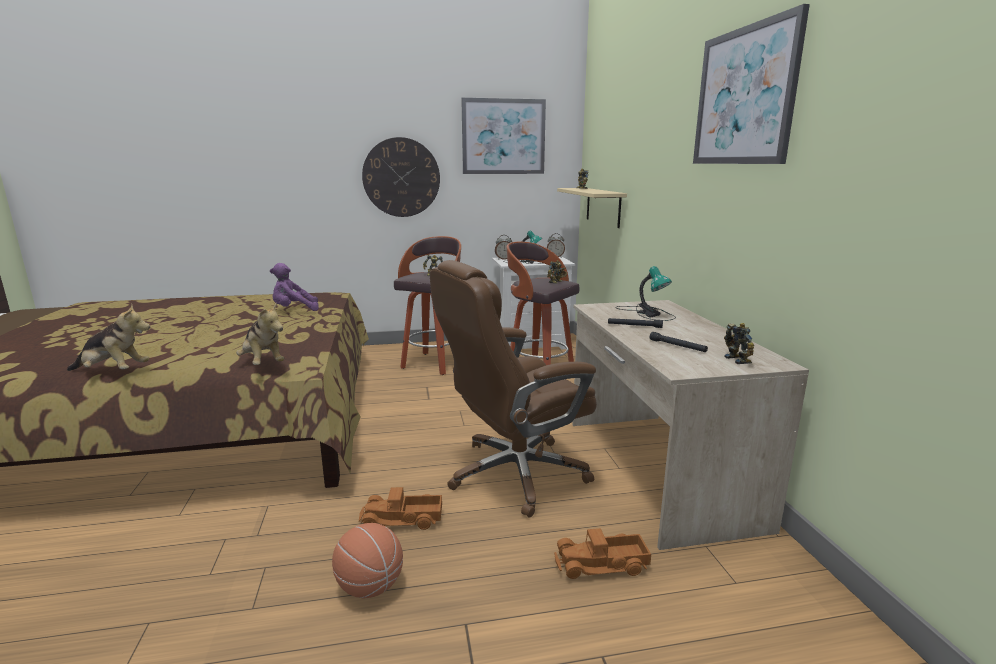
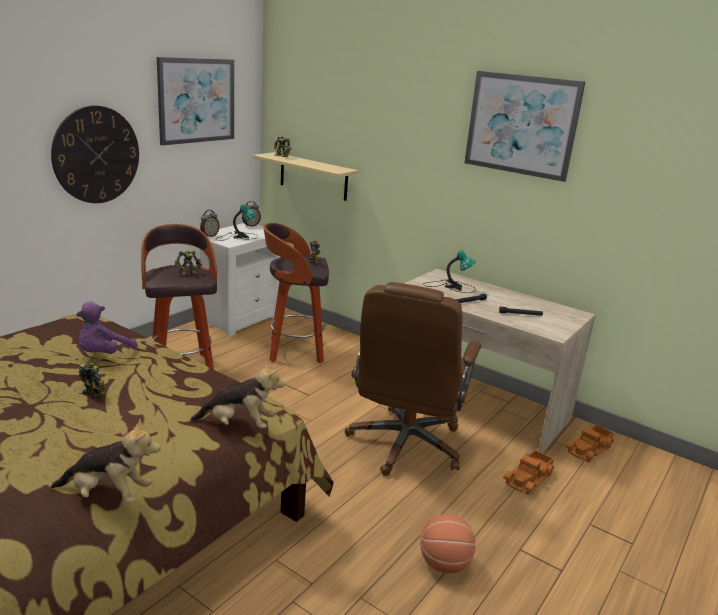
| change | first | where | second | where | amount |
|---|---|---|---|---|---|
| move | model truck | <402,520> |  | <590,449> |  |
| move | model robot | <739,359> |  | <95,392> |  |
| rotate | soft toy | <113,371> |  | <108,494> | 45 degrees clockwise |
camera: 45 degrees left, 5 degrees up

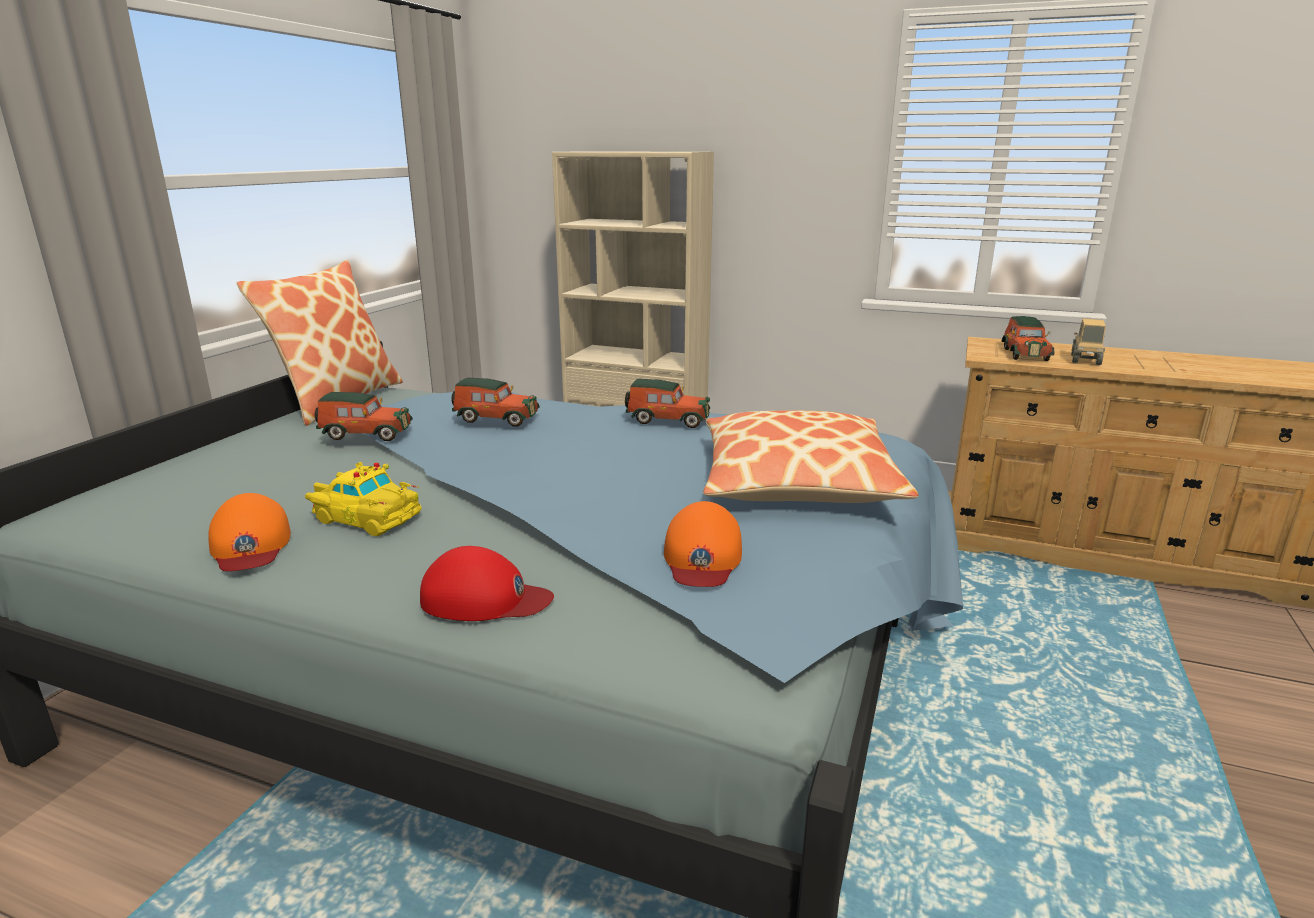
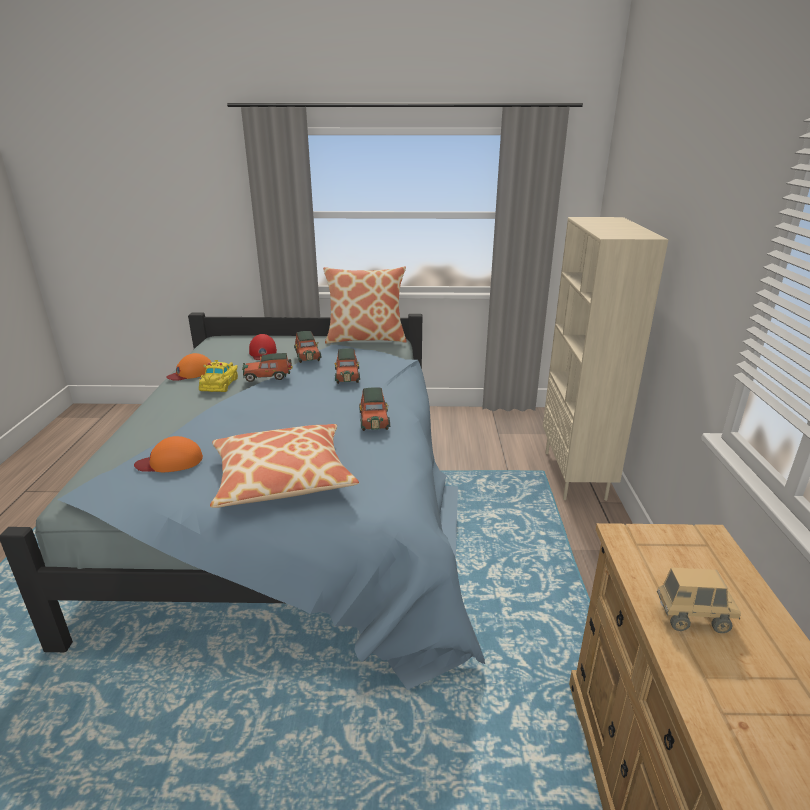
| change | first | where | second | where | amount |
|---|---|---|---|---|---|
| move | red-coloured cap | <485,599> |  | <263,352> |  |
| move | toy car | <1024,354> |  | <268,376> |  |
camera: 70 degrees right, 5 degrees up

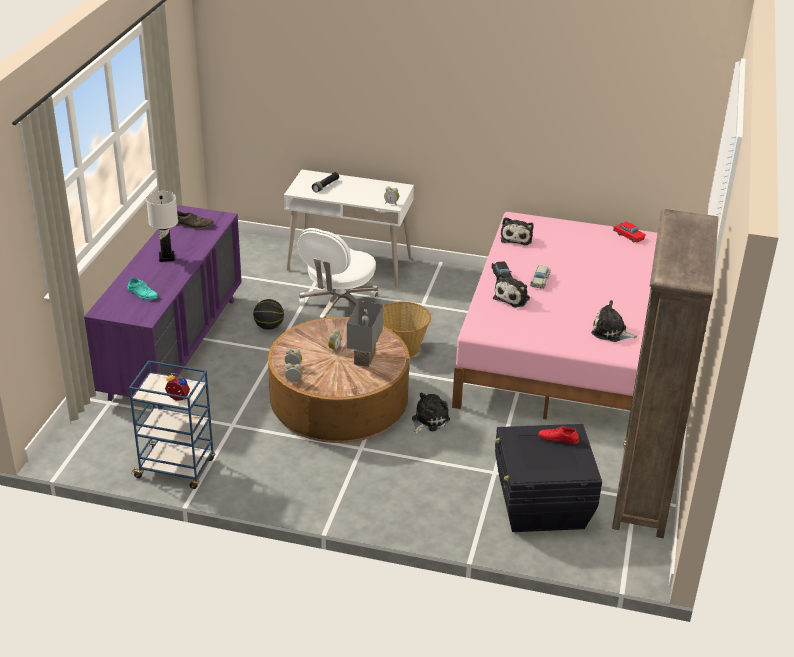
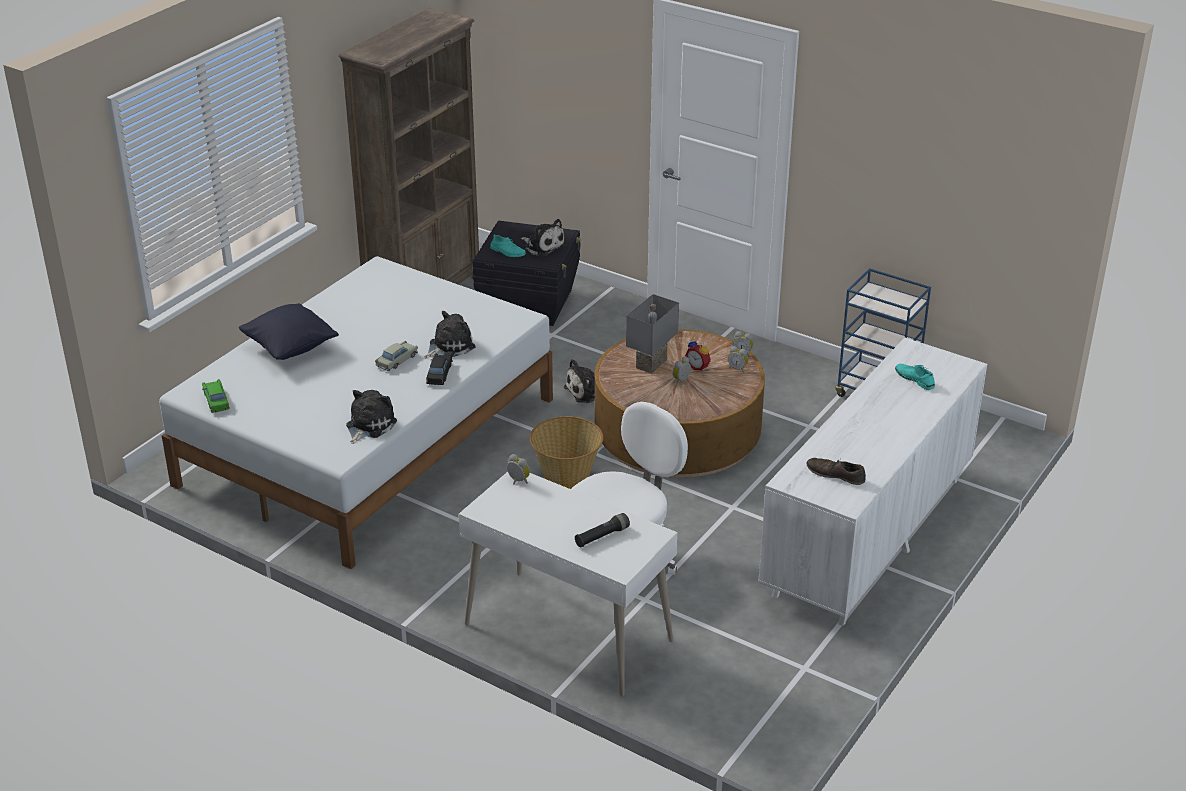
| change | first | where | second | where | amount |
|---|---|---|---|---|---|
| delete | whitish lamp for a table | <167,257> |  |  |  |
| delete | ball for basketball | <269,326> |  |  |  |
| insert |  |  | black throw pillow | <290,348> |  |
| move | table clock | <177,399> |  | <698,367> |  |
| move | soft toy | <611,332> |  | <542,246> |  |
| recolor | purple-coloured chest of drawers | <174,347> | whitish chest of drawers | <868,537> |  |
| recolor | pink-coloured sleeping bed | <563,348> | whitish sleeping bed | <367,440> |  |
| recolor | red-coloured shoe | <558,438> | turquoise-coloured shoe | <508,252> |  |
| recolor | red-coloured toy car | <628,236> | green toy car | <216,401> |  |
camera: 160 degrees left, 0 degrees up

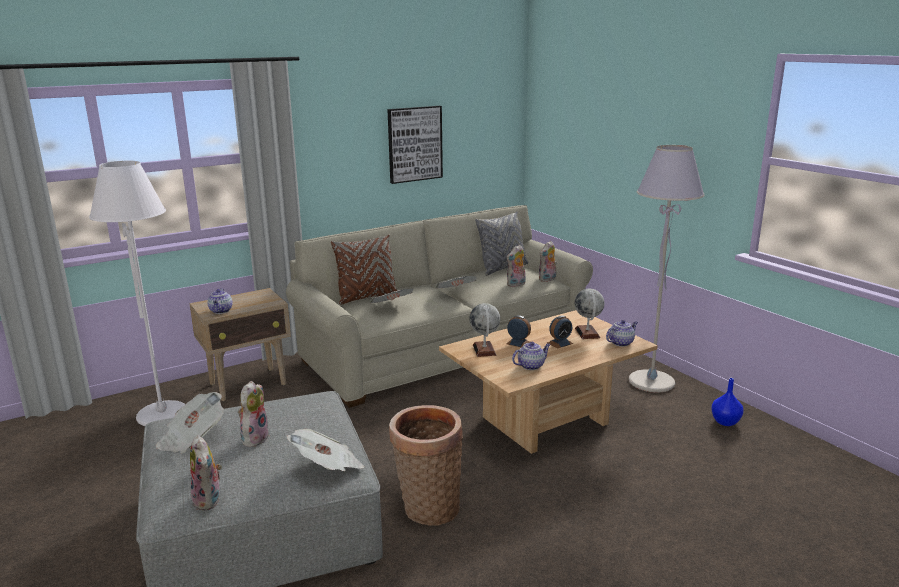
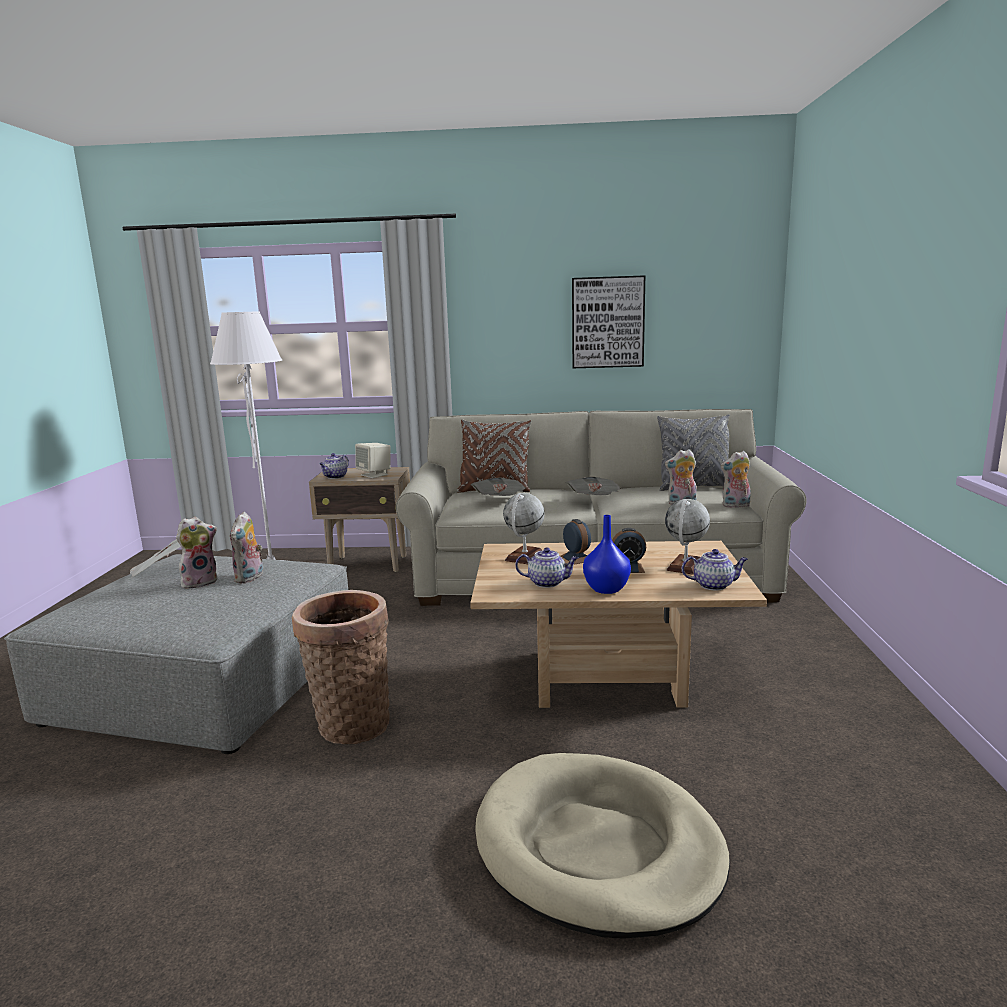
| change | first | where | second | where | amount |
|---|---|---|---|---|---|
| delete | daily paper | <328,467> |  |  |  |
| delete | grey standing lamp | <651,382> |  |  |  |
| insert |  |  | beige-coloured audio speaker | <374,475> |  |
| insert |  |  | beige-coloured pet bed | <597,848> |  |
| move | soft toy | <209,500> |  | <250,578> |  |
| move | bluish vase | <724,422> |  | <606,589> |  |
camera: 35 degrees right, 5 degrees down

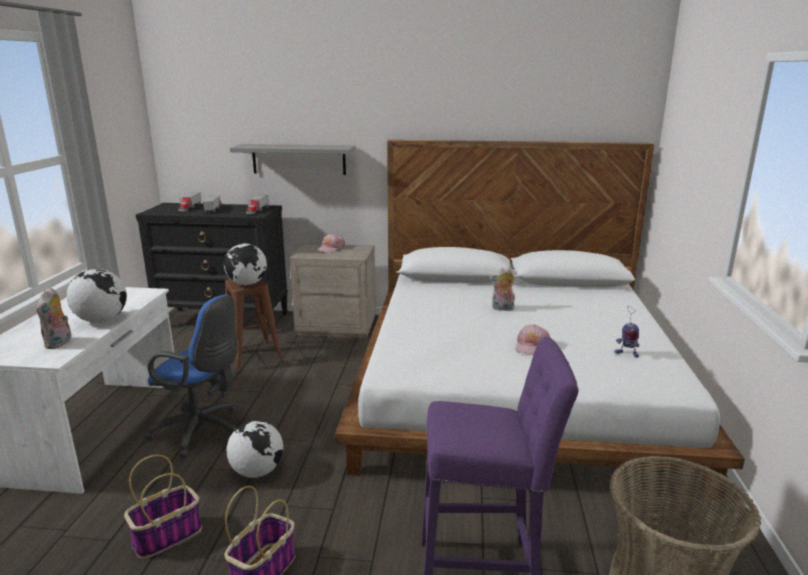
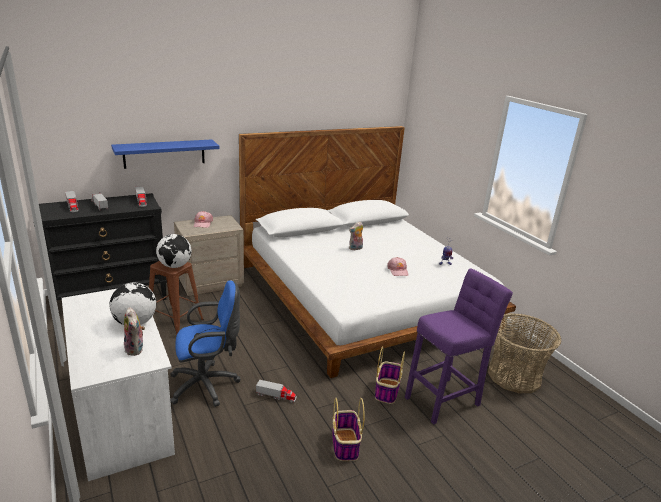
| change | first | where | second | where | amount |
|---|---|---|---|---|---|
| move | household basket | <168,535> |  | <387,390> |  |
| replace | globe | <257,471> | model truck | <276,396> |  |
| recolor | grey bracket shelf | <298,159> | bluish bracket shelf | <164,153> |  |
camera: 35 degrees left, 5 degrees up

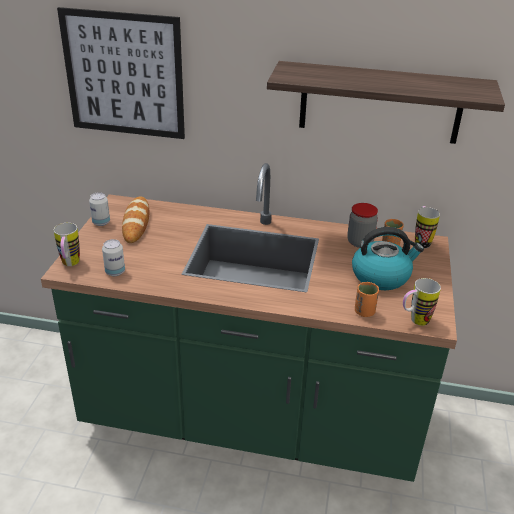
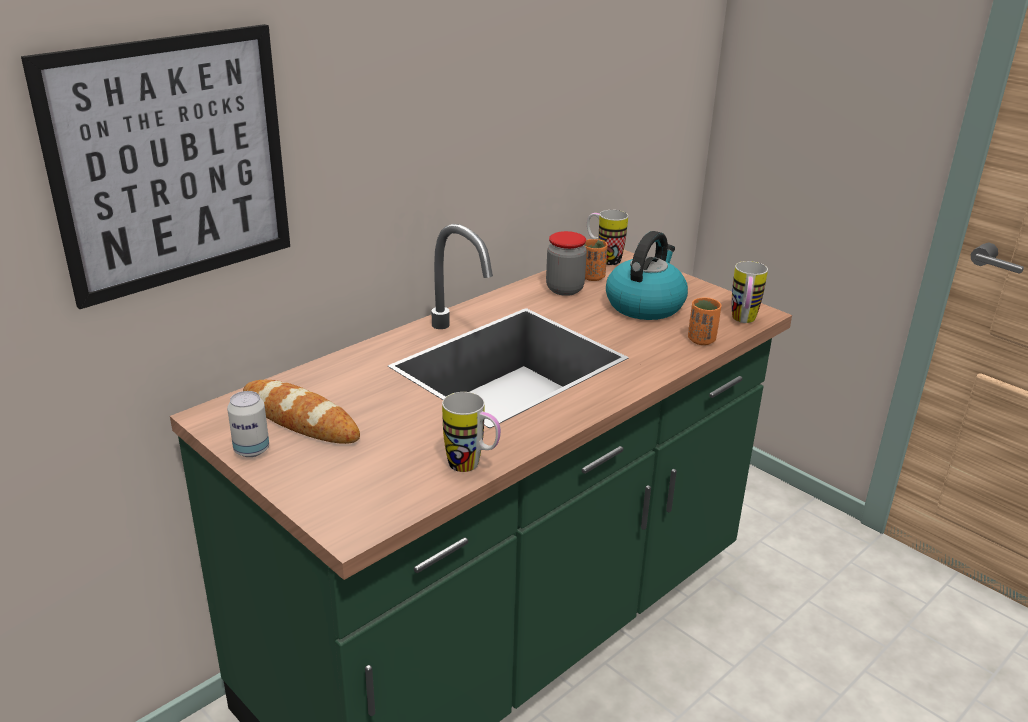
| change | first | where | second | where | amount |
|---|---|---|---|---|---|
| delete | sealed can | <115,272> |  |  |  |
| delete | bracket shelf | <380,103> |  |  |  |
| move | tea mug | <70,265> |  | <472,466> |  |
camera: 55 degrees left, 5 degrees down

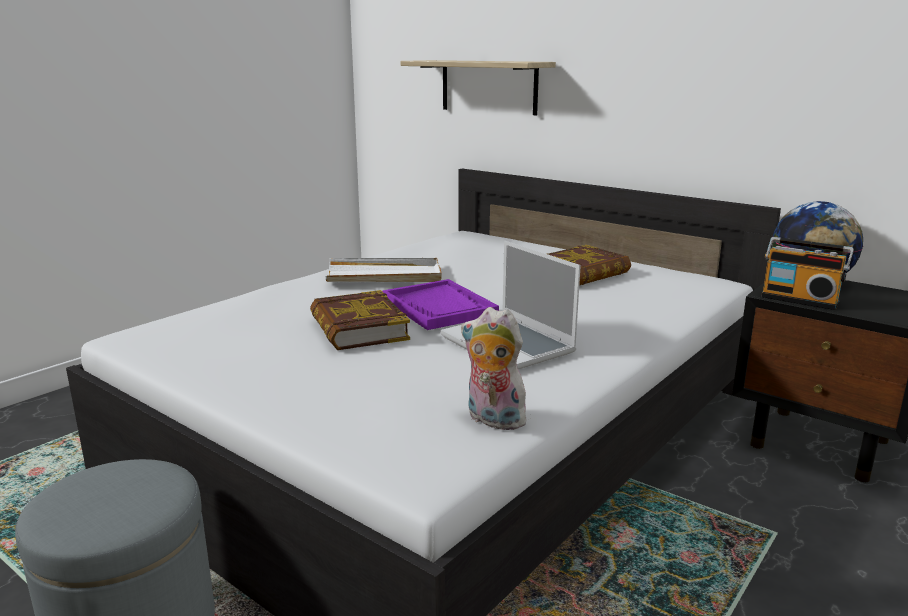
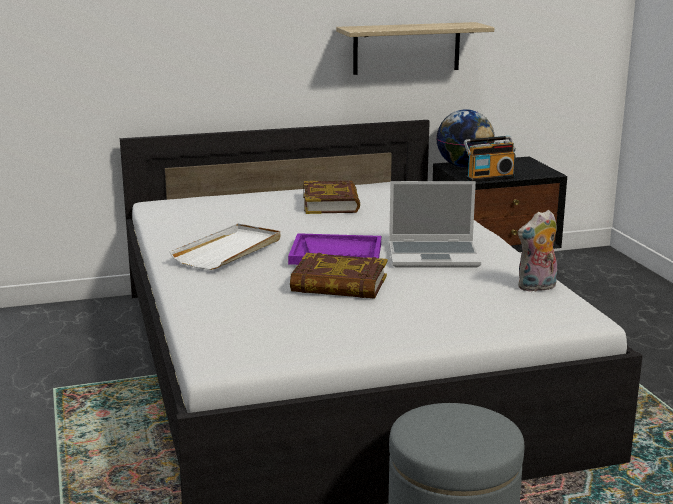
| change | first | where | second | where | amount |
|---|---|---|---|---|---|
| move | bracket shelf | <488,86> |  | <406,48> |  |
camera: 55 degrees left, 0 degrees up

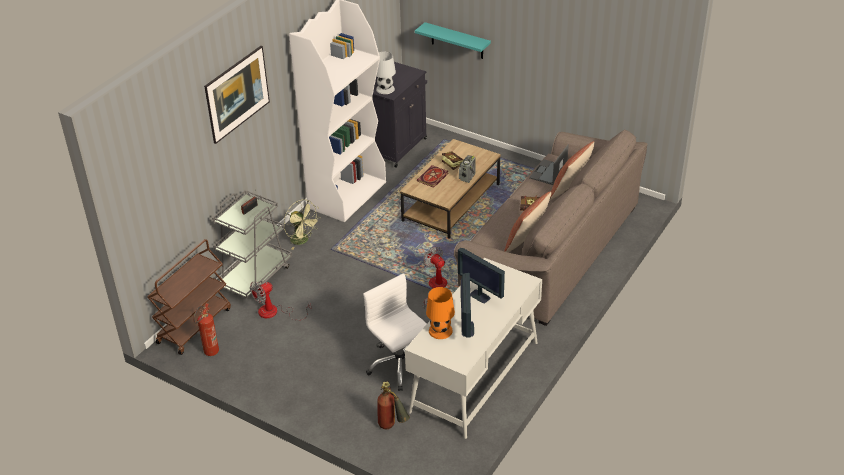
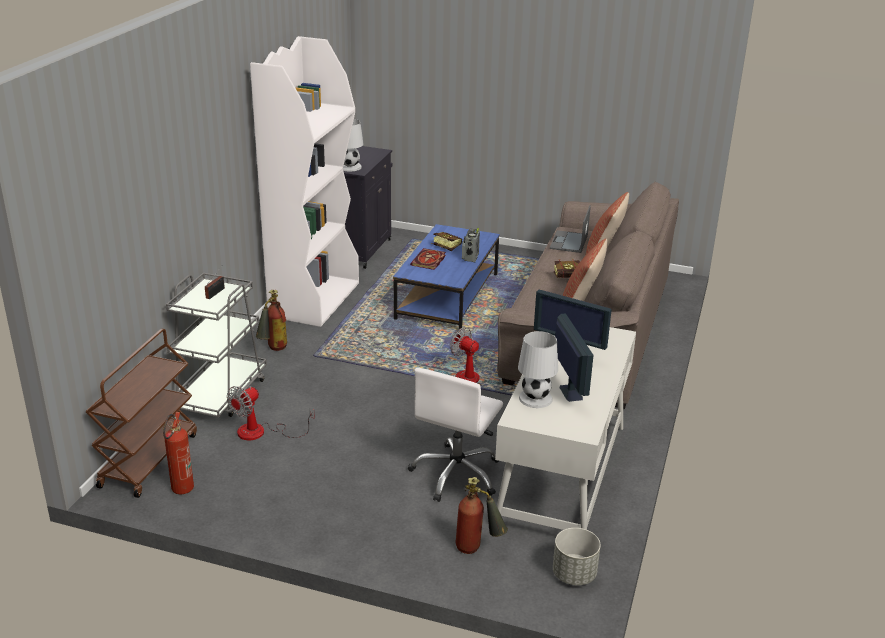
| change | first | where | second | where | amount |
|---|---|---|---|---|---|
| delete | wall picture | <239,108> |  |  |  |
| delete | turquoise-coloured bracket shelf | <457,41> |  |  |  |
| insert |  |  | grey plant pot | <574,574> |  |
| replace | green electric fan | <303,240> | fire extinguisher | <273,350> |  |
| recolor | brownish coffee table | <451,203> | bluish coffee table | <447,297> |  |
| recolor | orange lamp for a table | <440,330> | whitish lamp for a table | <535,398> |  |
| rotate | whitish desk chair | <400,365> |  | <457,474> | 105 degrees counterclockwise |
camera: 15 degrees left, 10 degrees down

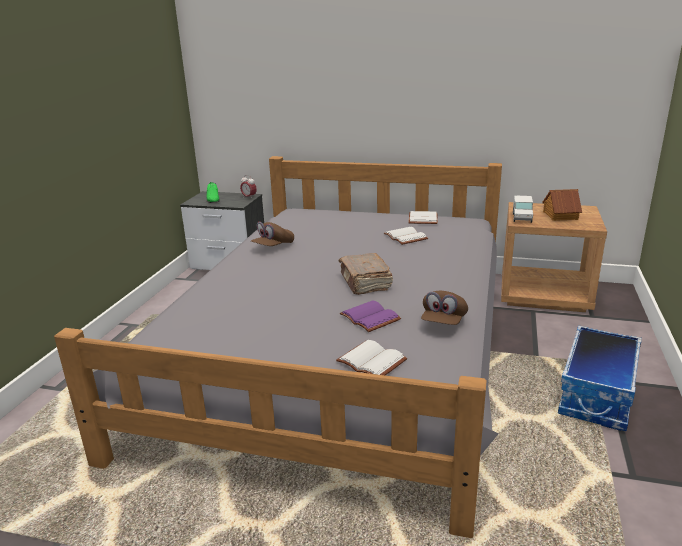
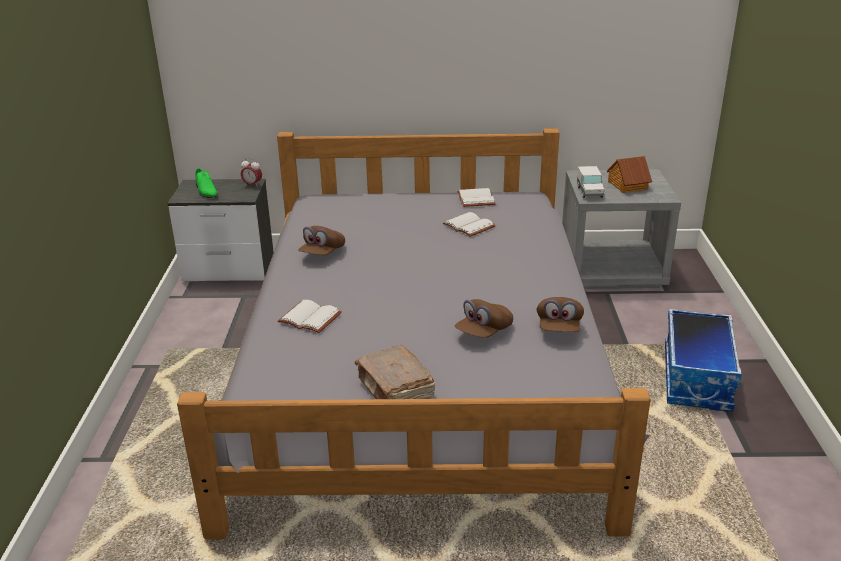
| change | first | where | second | where | amount |
|---|---|---|---|---|---|
| move | whitish book | <369,362> |  | <308,319> |  |
| move | brownish book | <365,283> |  | <395,390> |  |
| replace | purple-coloured book | <371,317> | brownish cap | <483,332> |  |
| recolor | brownish nightstand | <544,294> | grey nightstand | <612,271> |  |
camera: 15 degrees left, 5 degrees up

